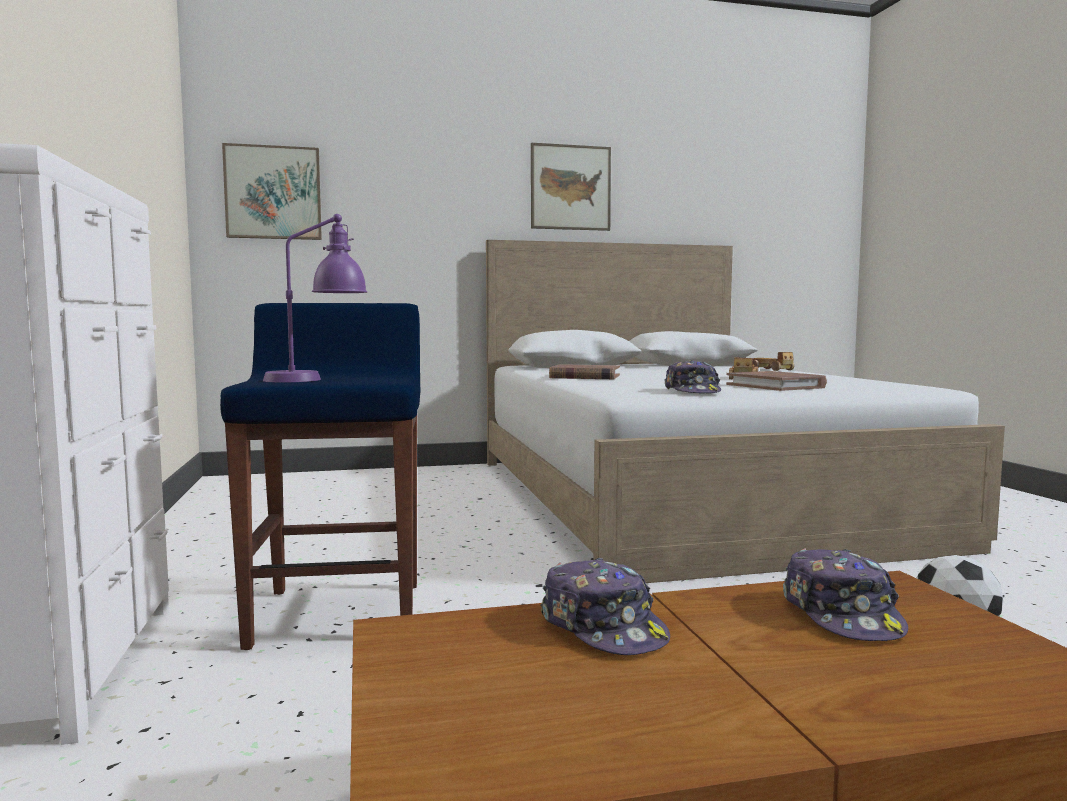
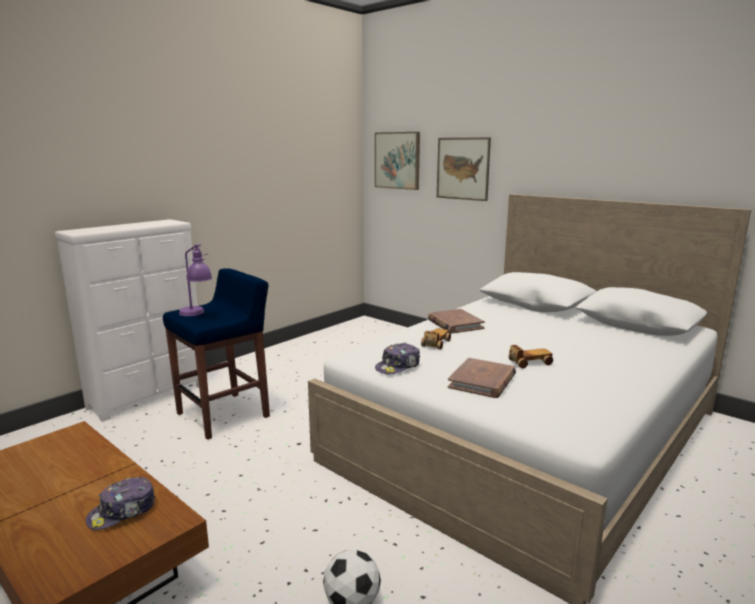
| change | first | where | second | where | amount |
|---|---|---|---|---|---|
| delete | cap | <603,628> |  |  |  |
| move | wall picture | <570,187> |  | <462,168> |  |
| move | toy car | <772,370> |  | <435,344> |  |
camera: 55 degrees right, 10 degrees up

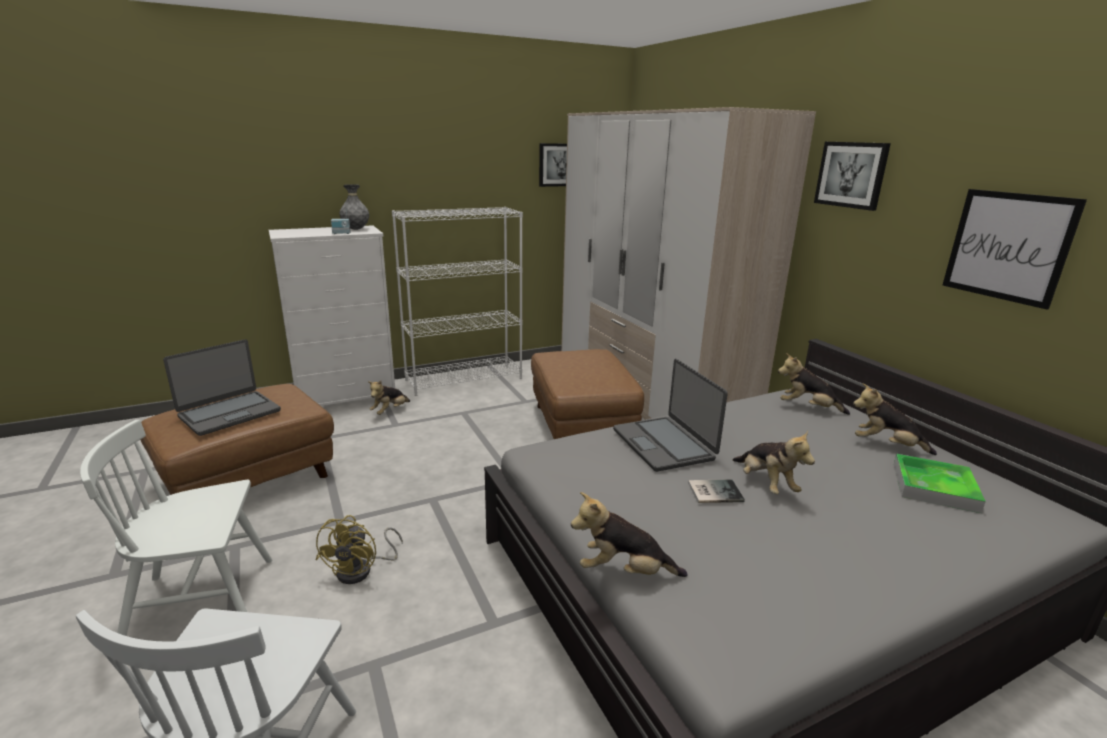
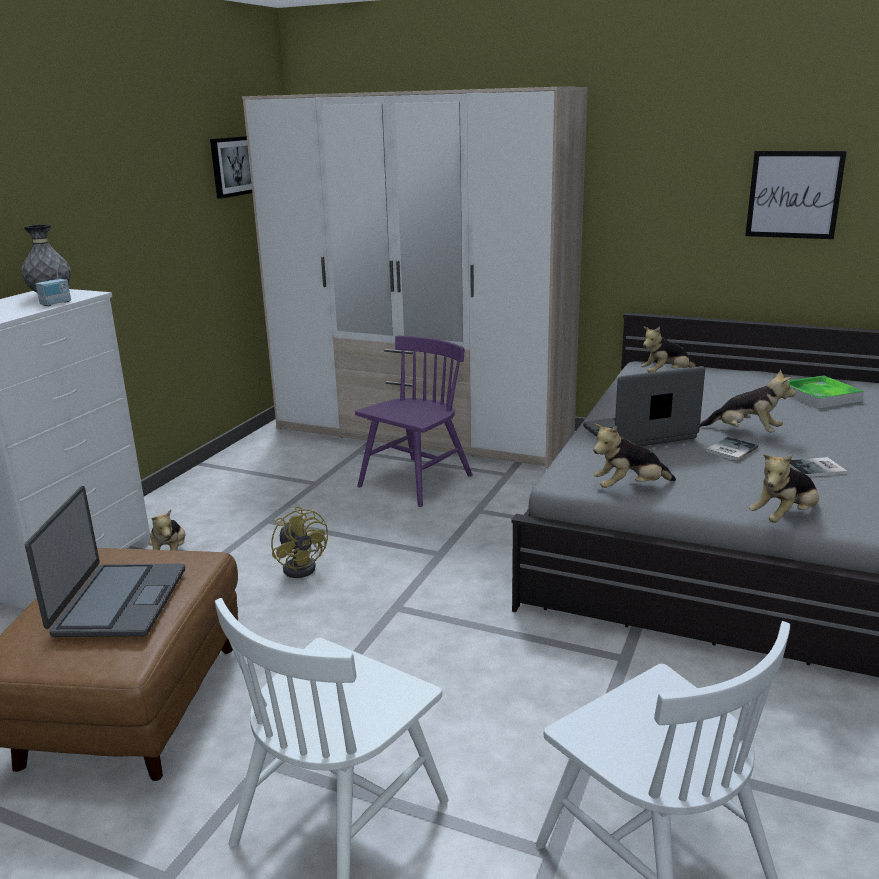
| change | first | where | second | where | amount |
|---|---|---|---|---|---|
| delete | whitish shelving unit | <464,379> |  |  |  |
| delete | wall picture | <851,175> |  |  |  |
| insert |  |  | book | <817,469> |  |
| move | yellowish electric fan | <362,570> |  | <302,566> |  |
| move | soft toy | <886,445> |  | <629,488> |  |
| replace | brownish ottoman | <582,425> | purple-coloured upright chair | <415,482> |  |
| rotate | portable computer | <664,444> |  | <640,434> | 135 degrees clockwise |
camera: 40 degrees left, 0 degrees up

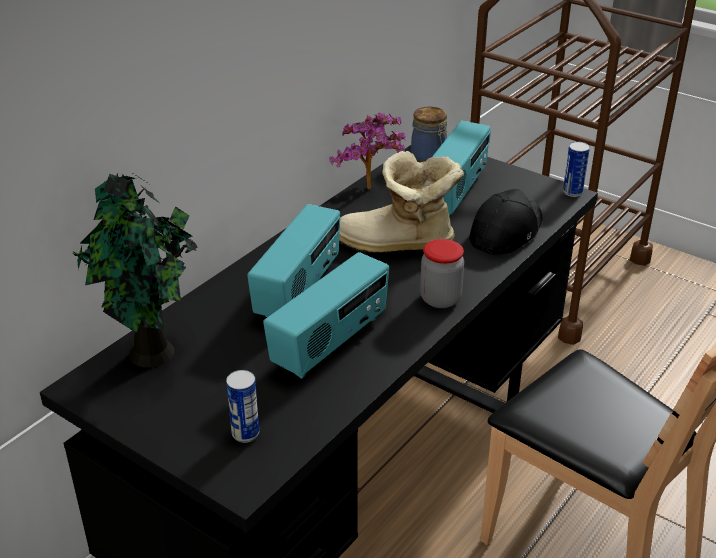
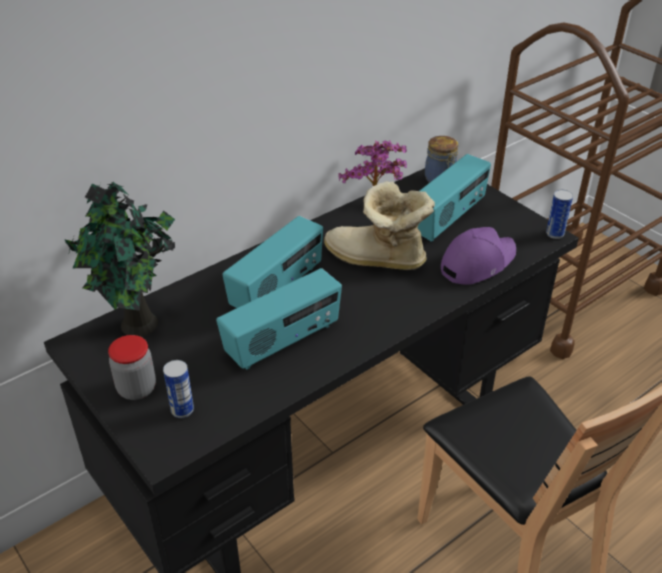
| change | first | where | second | where | amount |
|---|---|---|---|---|---|
| move | jar | <440,299> |  | <136,388> |  |
| recolor | black cap | <505,231> | purple-coloured cap | <477,263> |  |
camera: 15 degrees right, 5 degrees up

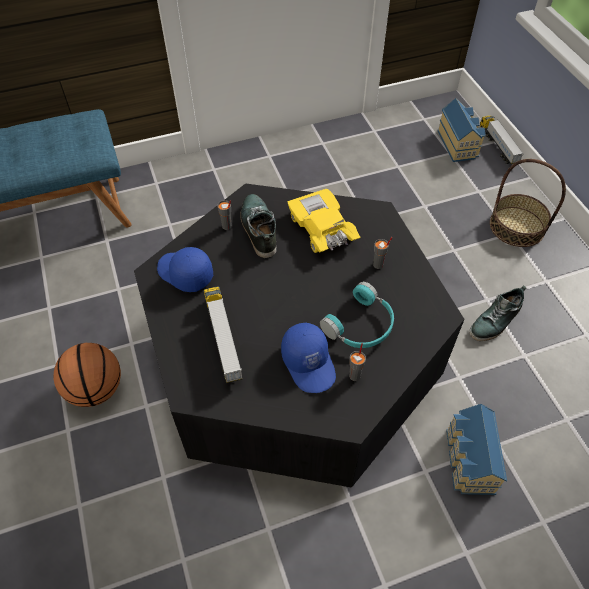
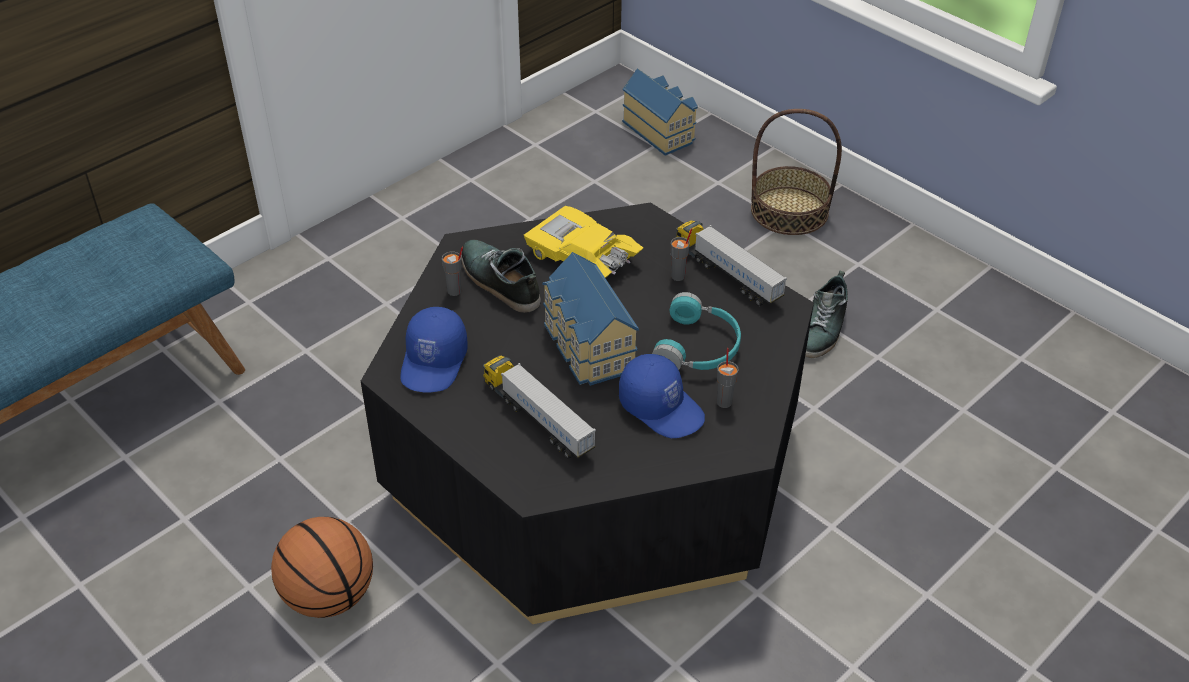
| change | first | where | second | where | amount |
|---|---|---|---|---|---|
| move | miniature house | <468,460> |  | <586,347> |  |
| move | model truck | <497,146> |  | <727,274> |  |
| rotate | bluish cap | <184,274> |  | <435,362> | 90 degrees counterclockwise |
camera: 25 degrees left, 10 degrees down

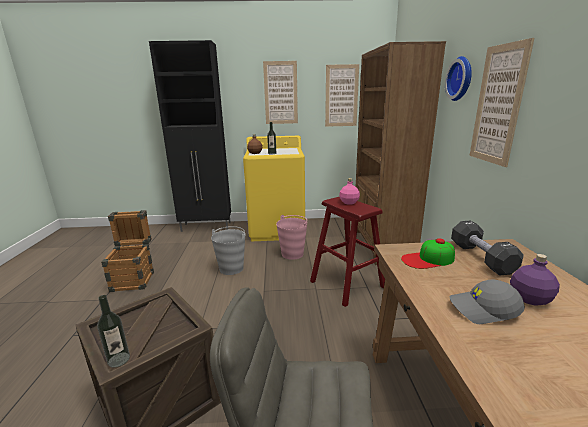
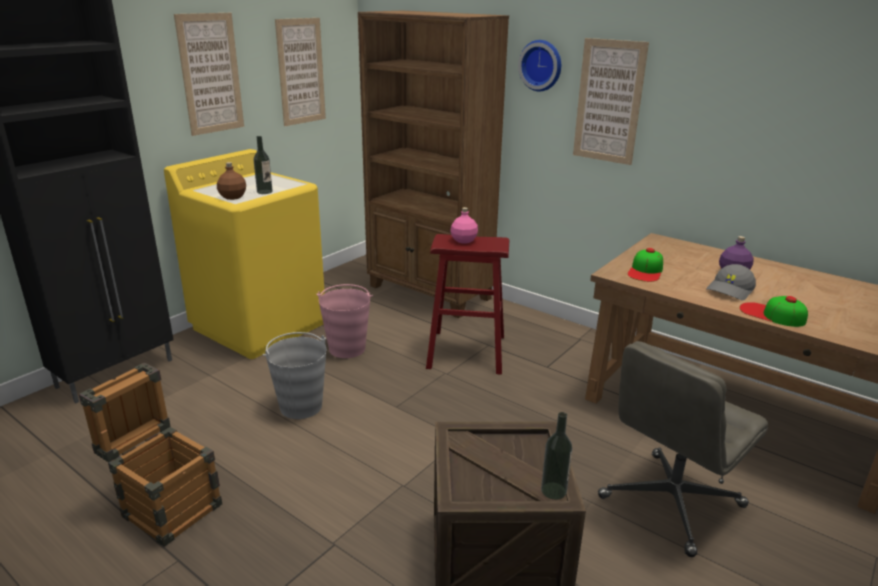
| change | first | where | second | where | amount |
|---|---|---|---|---|---|
| delete | black dumbbell | <481,258> |  |  |  |
| insert |  |  | cap | <772,314> |  |
camera: 50 degrees left, 5 degrees up

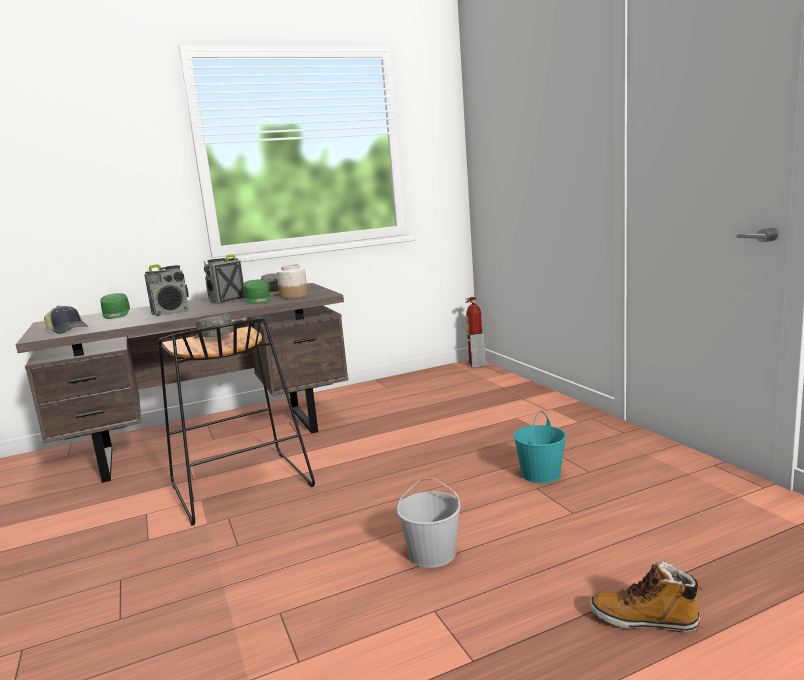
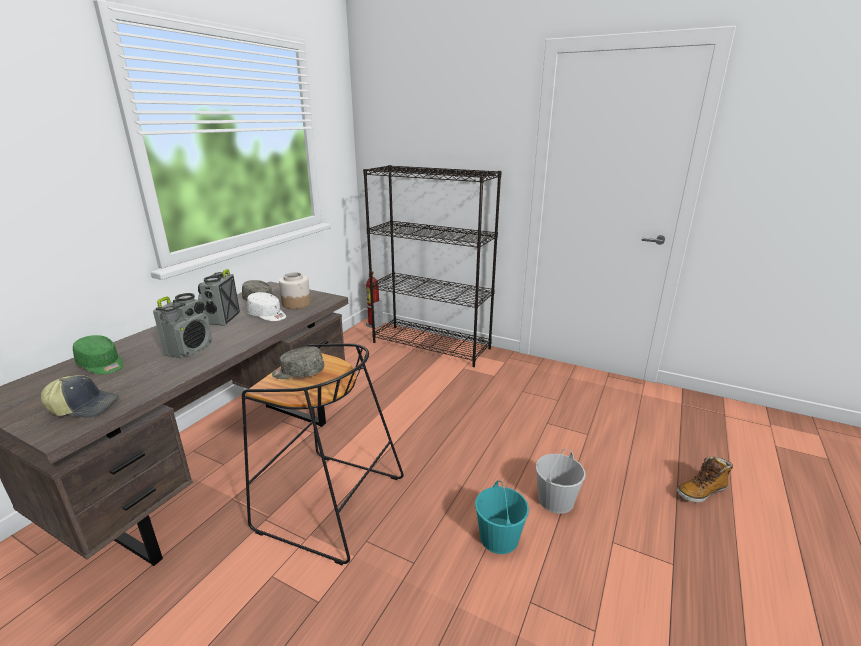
| change | first | where | second | where | amount |
|---|---|---|---|---|---|
| insert |  |  | black shelving unit | <432,345> |  |
| move | turquoise-coloured bucket | <540,474> |  | <498,537> |  |
| recolor | green cap | <258,300> | whitish cap | <268,315> |  |
camera: 40 degrees left, 10 degrees up

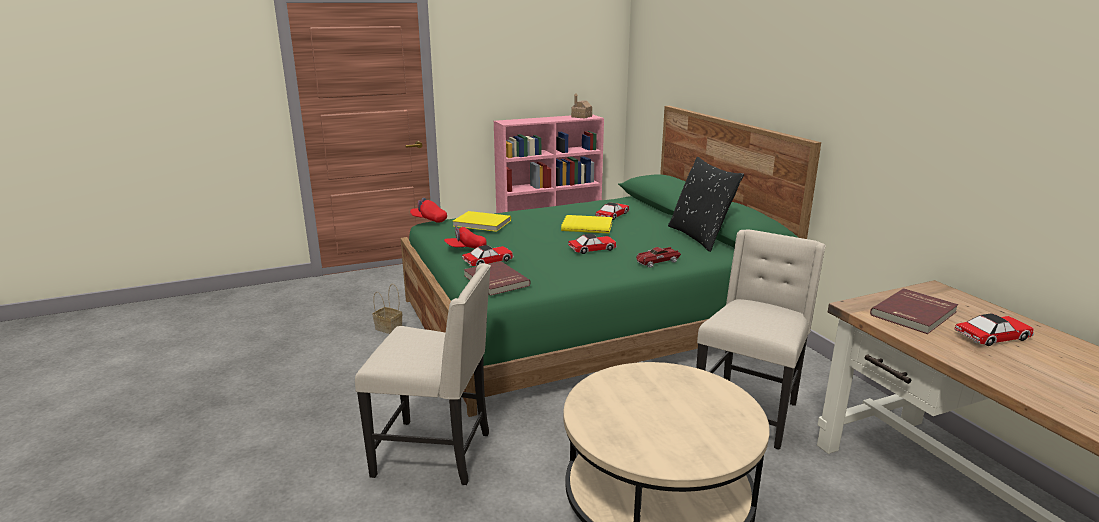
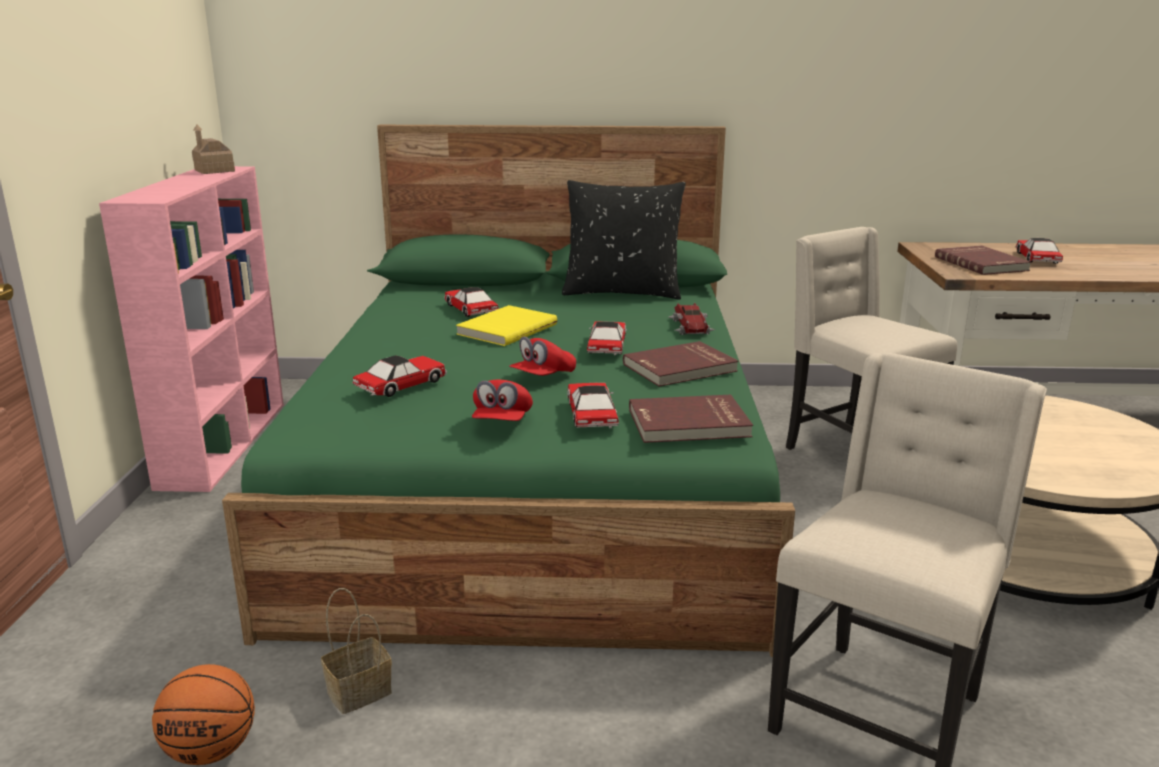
| change | first | where | second | where | amount |
|---|---|---|---|---|---|
| insert |  |  | ball for basketball | <210,751> |  |
| insert |  |  | red-coloured book | <681,368> |  |
| move | red-coloured cap | <429,220> |  | <543,377> |  |
| replace | yellowish book | <481,224> | toy car | <401,385> |  |
camera: 65 degrees left, 0 degrees up

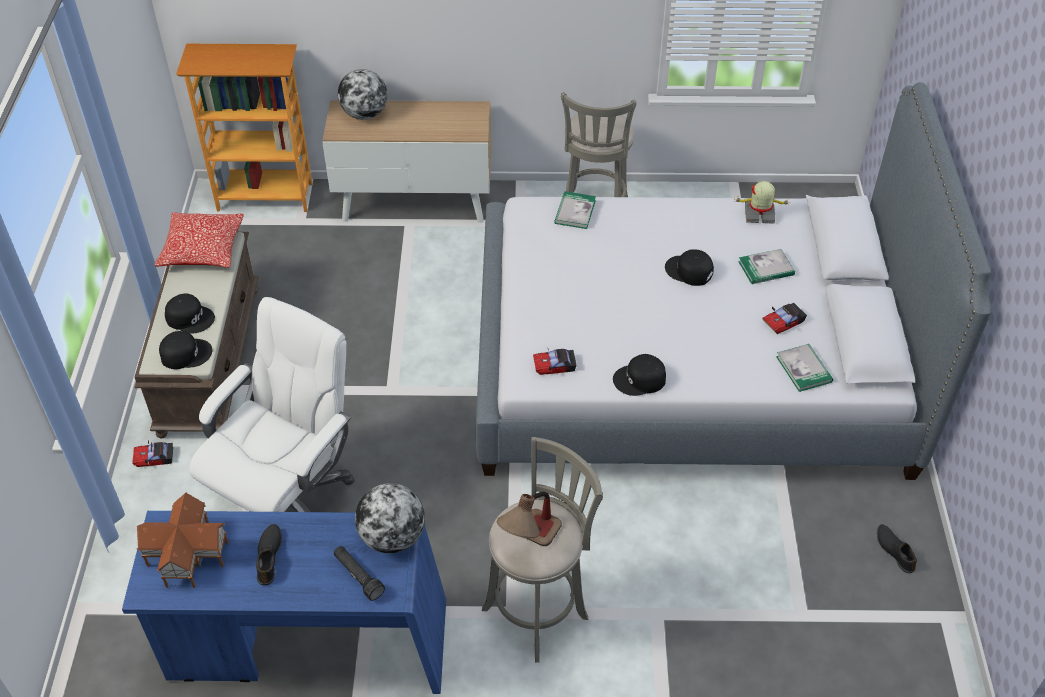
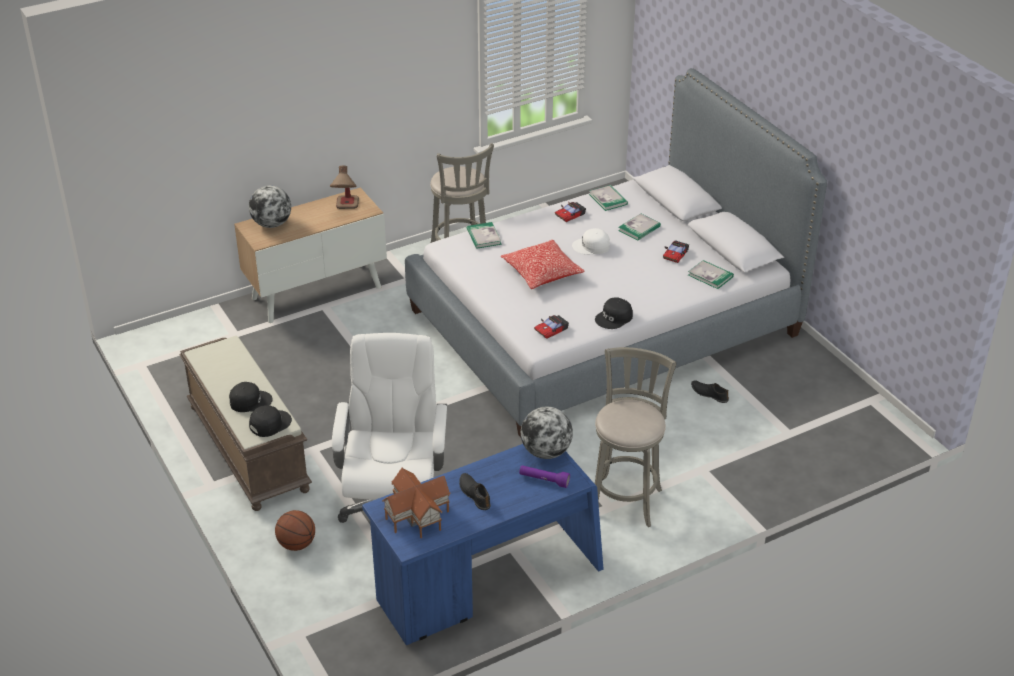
| change | first | where | second | where | amount |
|---|---|---|---|---|---|
| delete | shelving unit | <265,196> |  |  |  |
| insert |  |  | ball for basketball | <296,544> |  |
| move | toy car | <154,457> |  | <570,215> |  |
| move | throw pillow | <202,249> |  | <542,273> |  |
| move | lamp for a table | <530,545> |  | <347,210> |  |
| move | black shoe | <895,550> |  | <709,394> |  |
| replace | model robot | <759,215> | book | <608,199> |  |
| recolor | black hand torch | <358,576> | purple-coloured hand torch | <544,480> |  |
| recolor | black cap | <689,271> | whitish cap | <591,246> |  |
camera: 30 degrees left, 10 degrees down

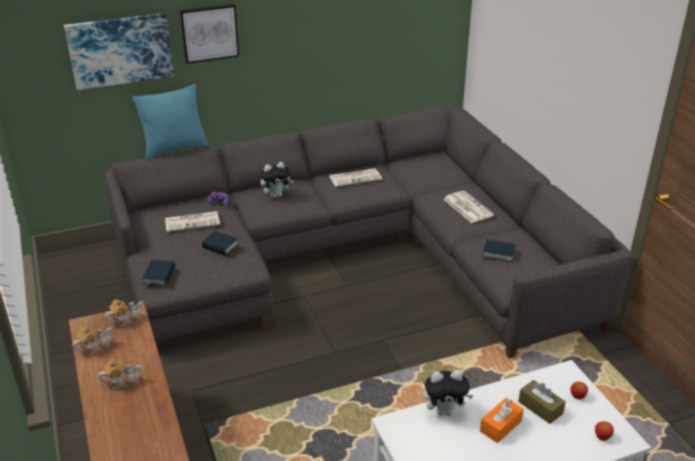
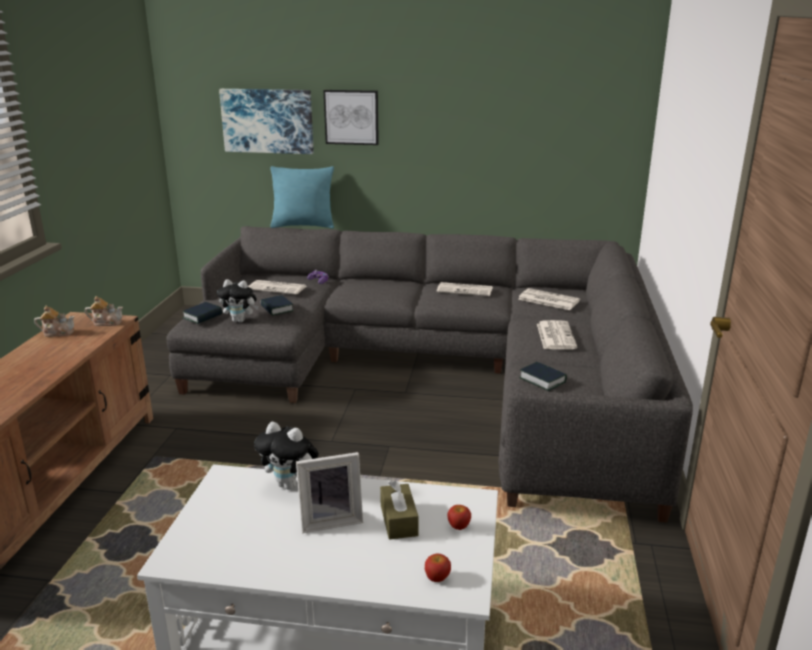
| change | first | where | second | where | amount |
|---|---|---|---|---|---|
| delete | teapot | <122,382> |  |  |  |
| insert |  |  | daily paper | <547,300> |  |
| move | soft toy | <276,195> |  | <240,320> |  |
| replace | orange box of tissues | <500,426> | photo frame | <330,520> |  |
camera: 30 degrees right, 10 degrees down

